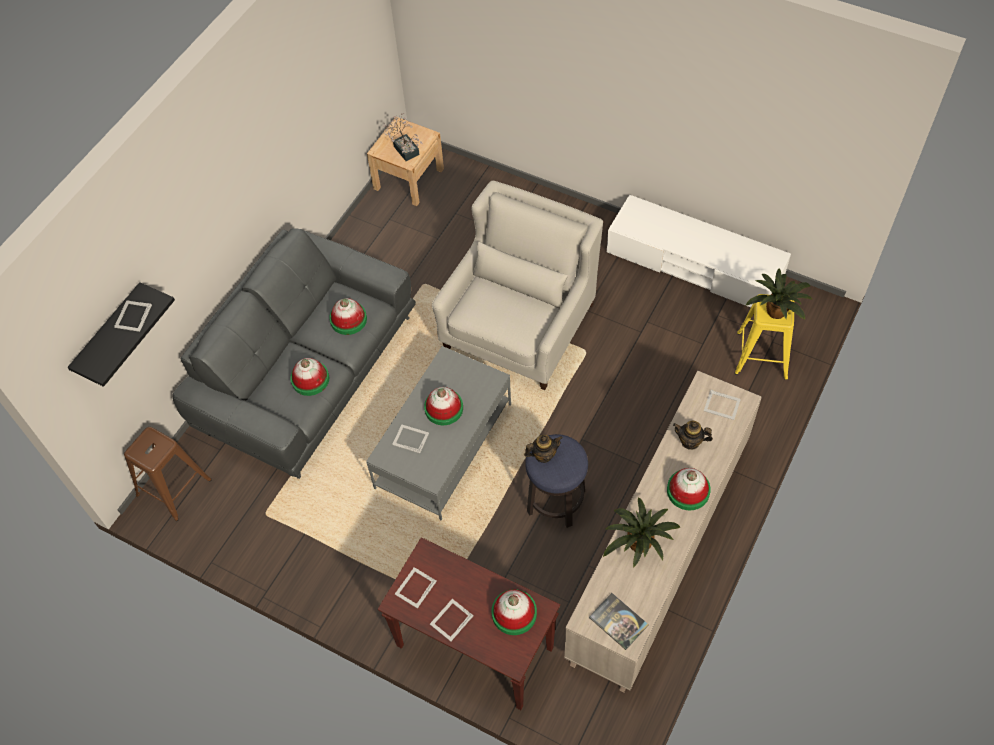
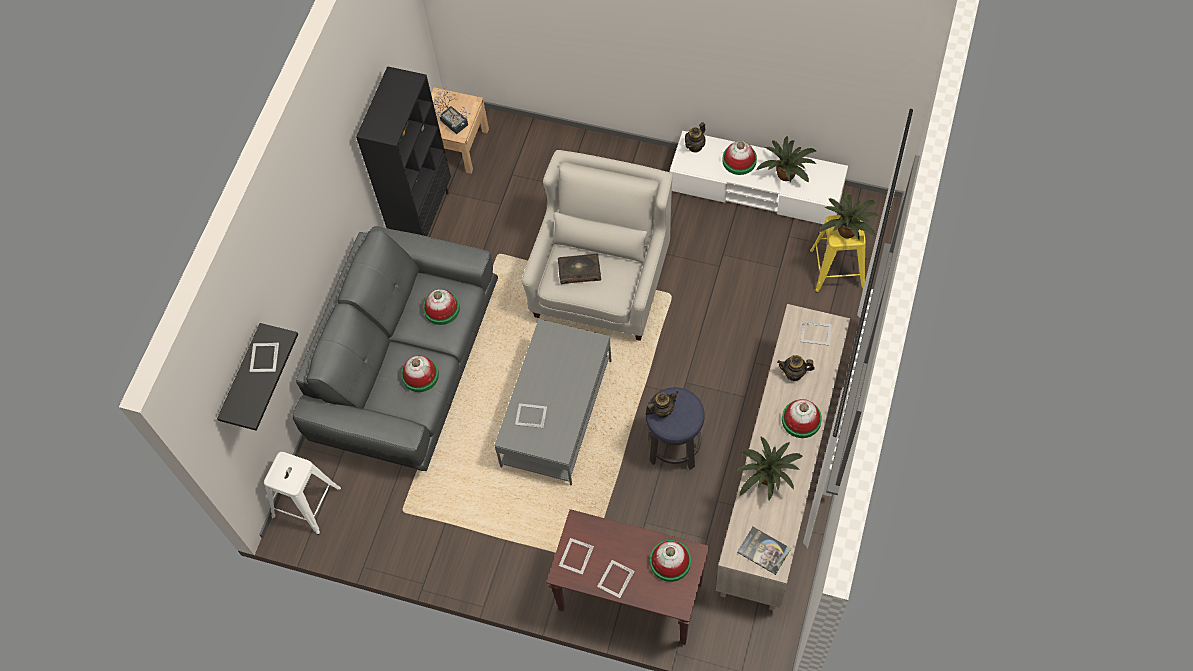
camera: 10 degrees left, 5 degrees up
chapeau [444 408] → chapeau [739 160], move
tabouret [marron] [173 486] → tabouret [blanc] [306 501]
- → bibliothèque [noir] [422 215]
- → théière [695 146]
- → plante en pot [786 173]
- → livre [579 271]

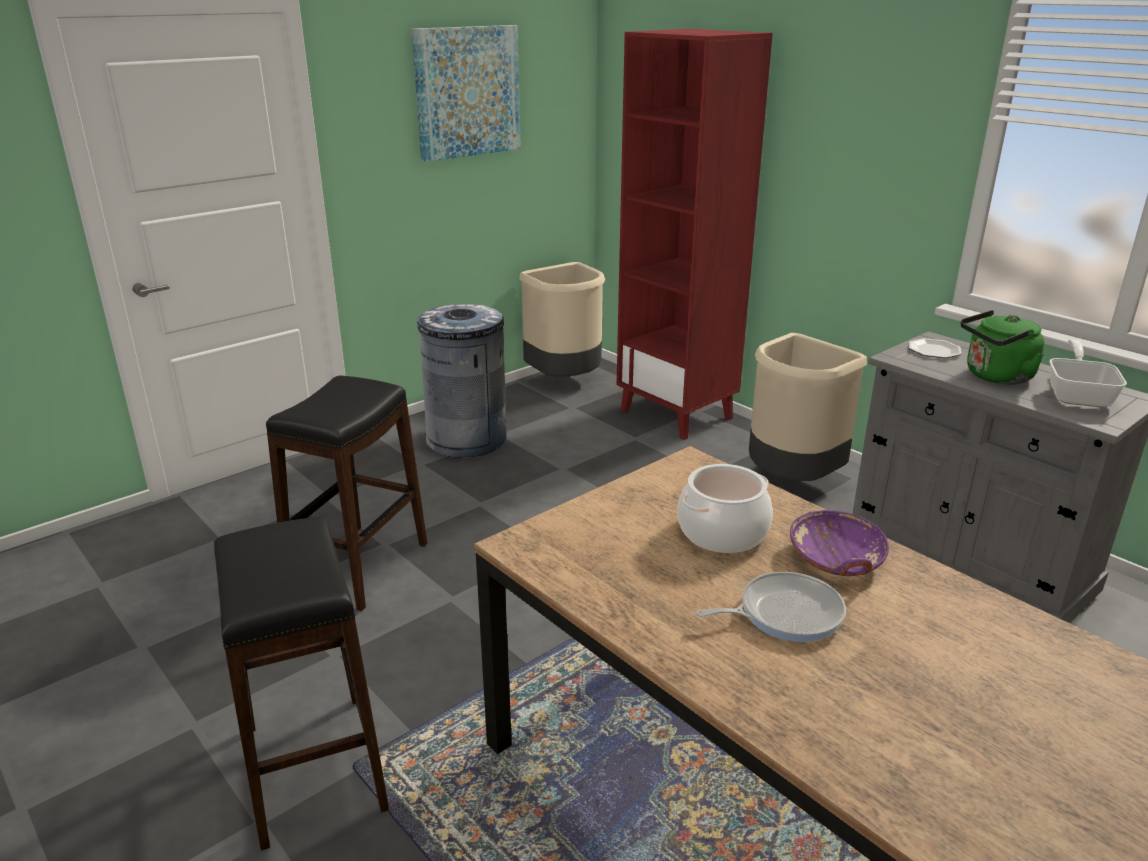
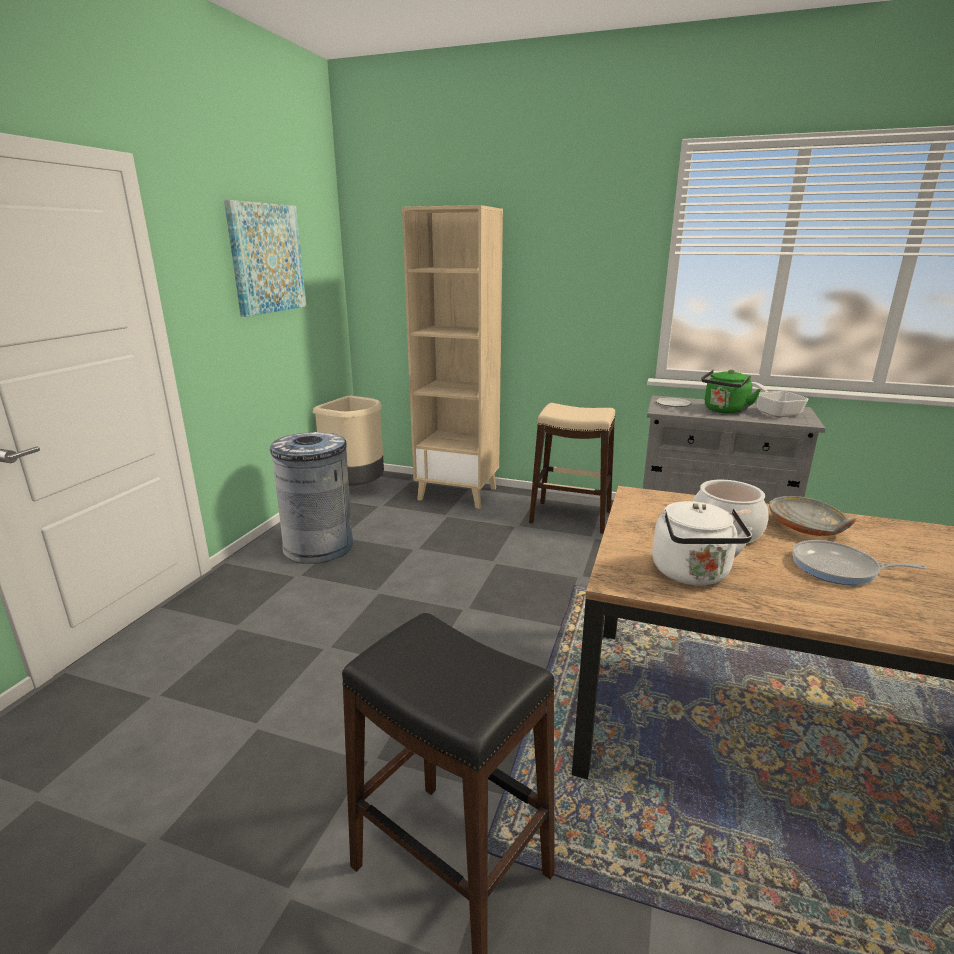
camera: 30 degrees left, 5 degrees down
bibliothèque [rouge] [677 414] → bibliothèque [beige] [458 493]
poubelle [beige] [791 480] → tabouret [beige] [571 517]
tabouret [noir] [359 566] → -
bol [violet] [836 559] → bol [gris] [806 527]
poêle [784 613] → poêle [839 568], 120 degrees counterclockwise
- → bouilloire [blanc] [693 574]

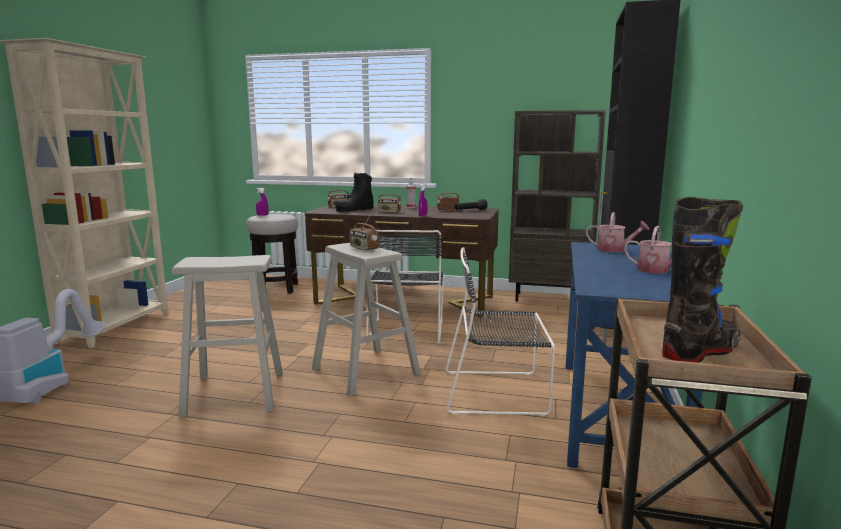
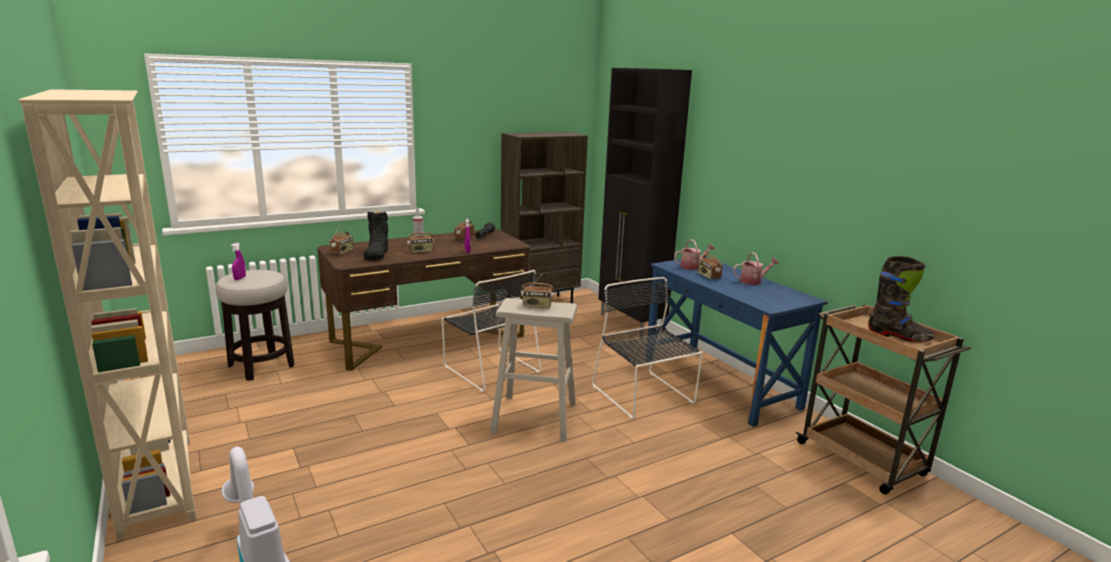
camera: 45 degrees left, 5 degrees up
botte [noir] [700 352] → botte [noir] [899 336], 105 degrees clockwise
chaise [noir] [498 392] → chaise [noir] [644 396], 105 degrees clockwise
tabouret [beige] [235 393] → -
- → radio [708 276]

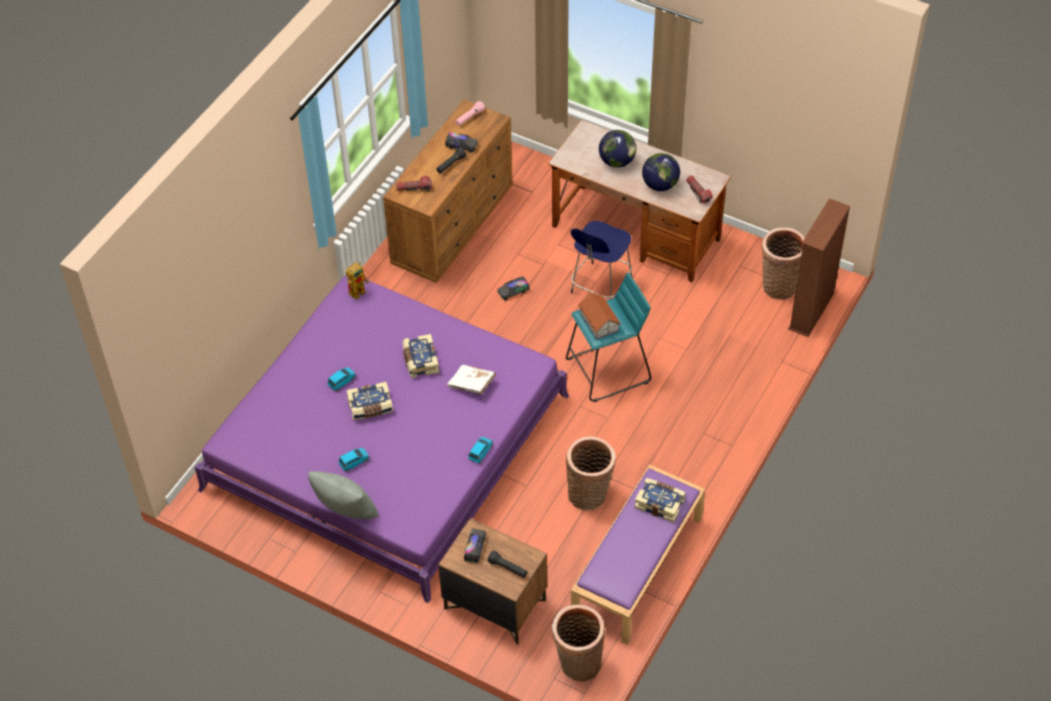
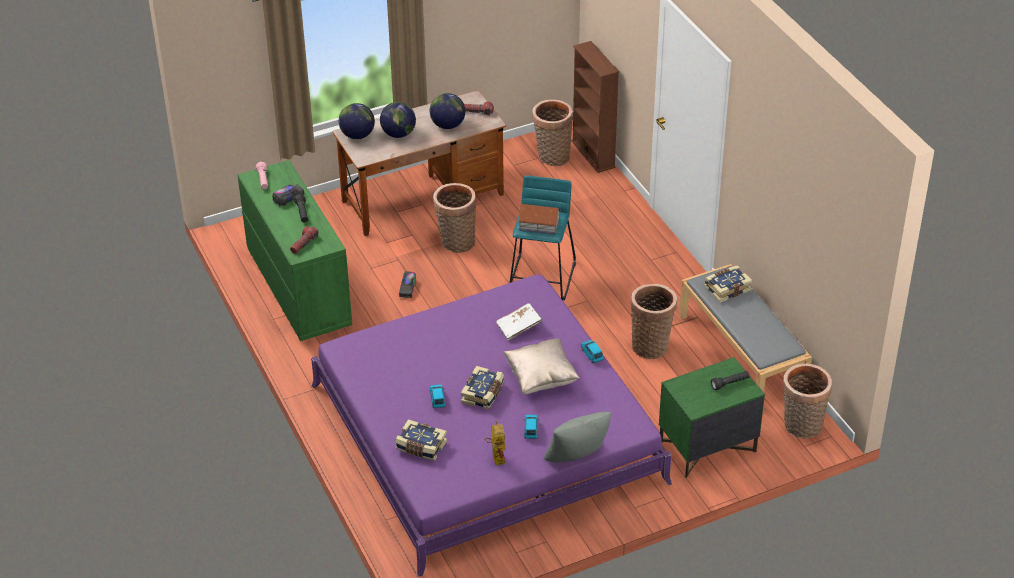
camera: 55 degrees left, 10 degrees down
commode [marron] [453 225] → commode [vert] [298 288]
tabouret [bleu] [600 287] → panier [456 242]
robot jouet [359 290] → robot jouet [496 456], move
livre [420 361] → livre [421 447], move
banc [violet] [637 568] → banc [gris] [742 353]
table de chevet [marron] [494 604] → table de chevet [vert] [707 447]
camion jouet [475 548] → -
- → globe [357 135]
- → coussin [beige] [541 378]

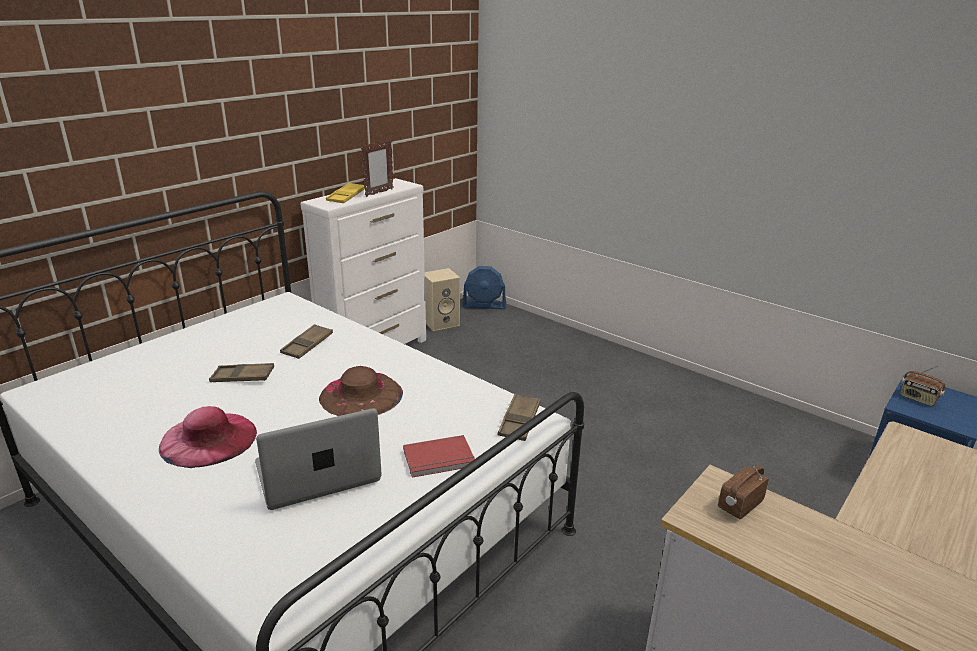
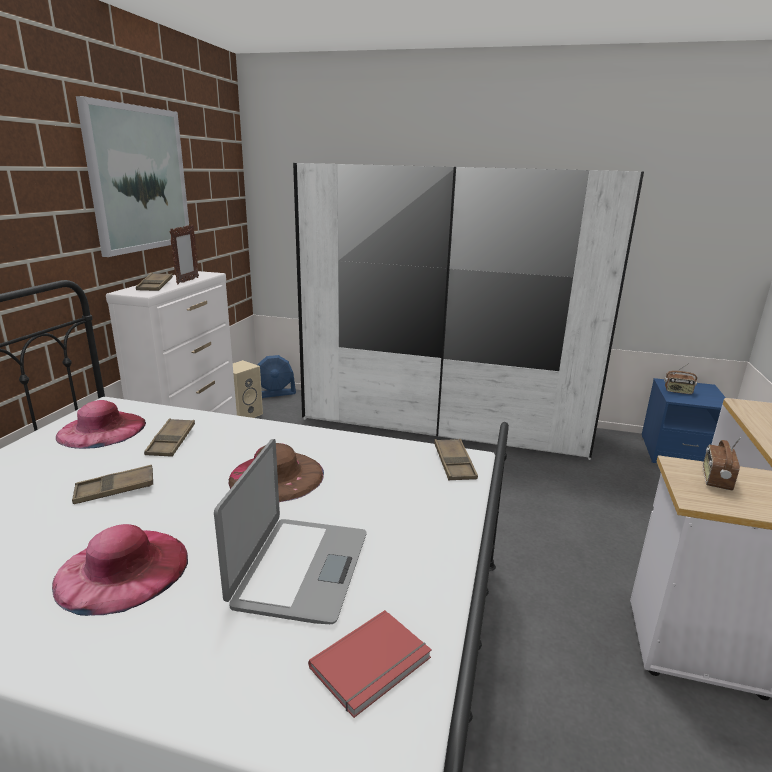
camera: 25 degrees left, 5 degrees down
plateau [jaune] [346 196] → plateau [marron] [155 286]
ordinateur portable [318 474] → ordinateur portable [300 569], 150 degrees clockwise
livre [rouge] [439 459] → livre [rouge] [373 664], move
- → tableau [139 179]
- → armoire [blanc] [445 424]
- → chapeau [rose] [101 429]

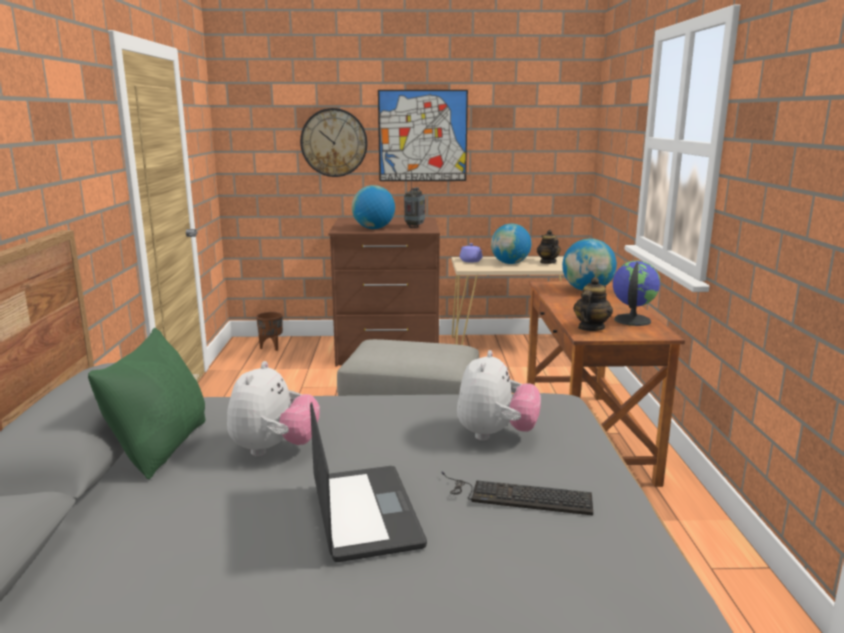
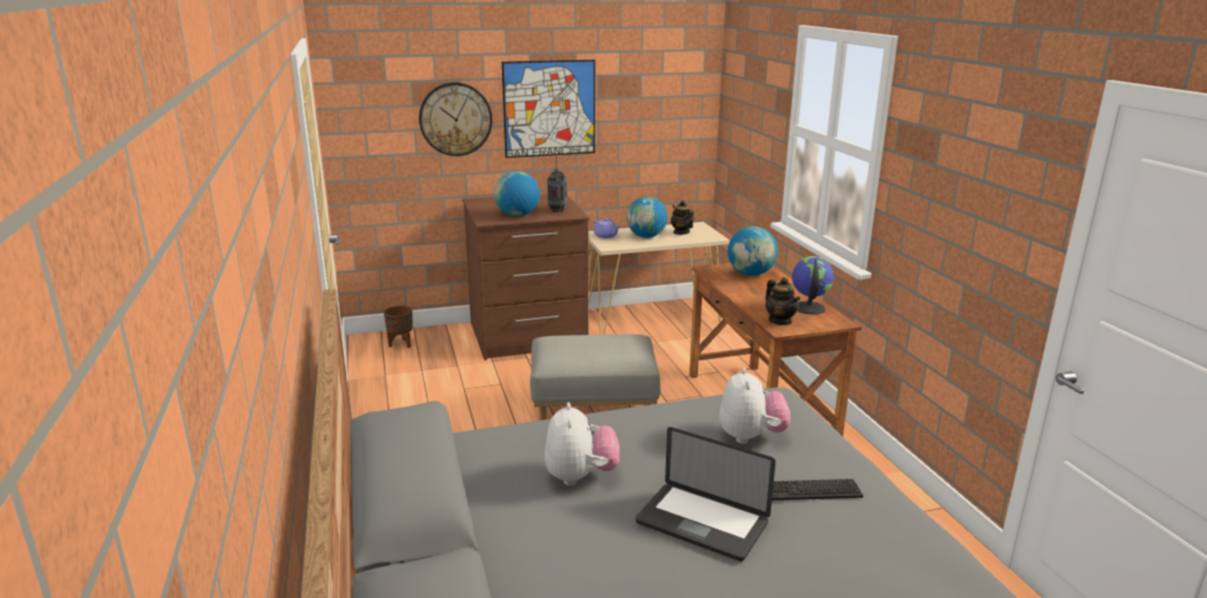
camera: 15 degrees left, 5 degrees up
théière [590 328] → théière [780 321], 135 degrees clockwise
coussin [vert] [161 447] → -
ordinateur portable [365 513] → ordinateur portable [702 523], 150 degrees clockwise

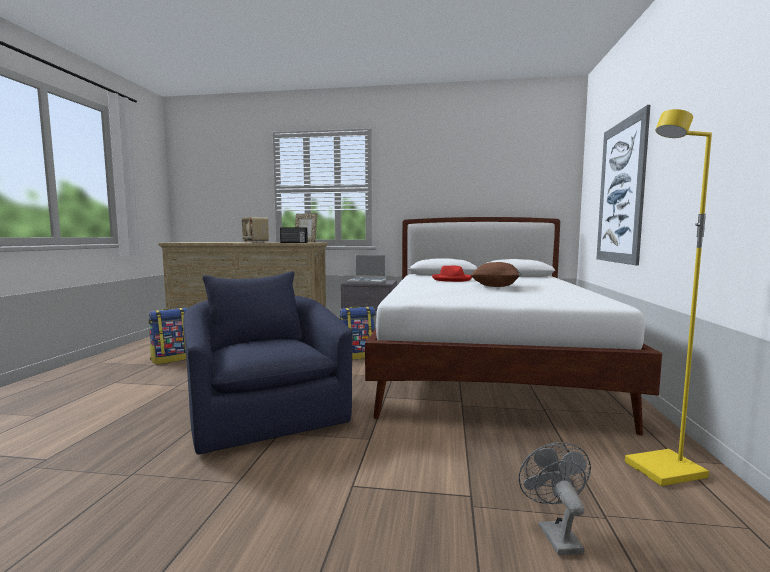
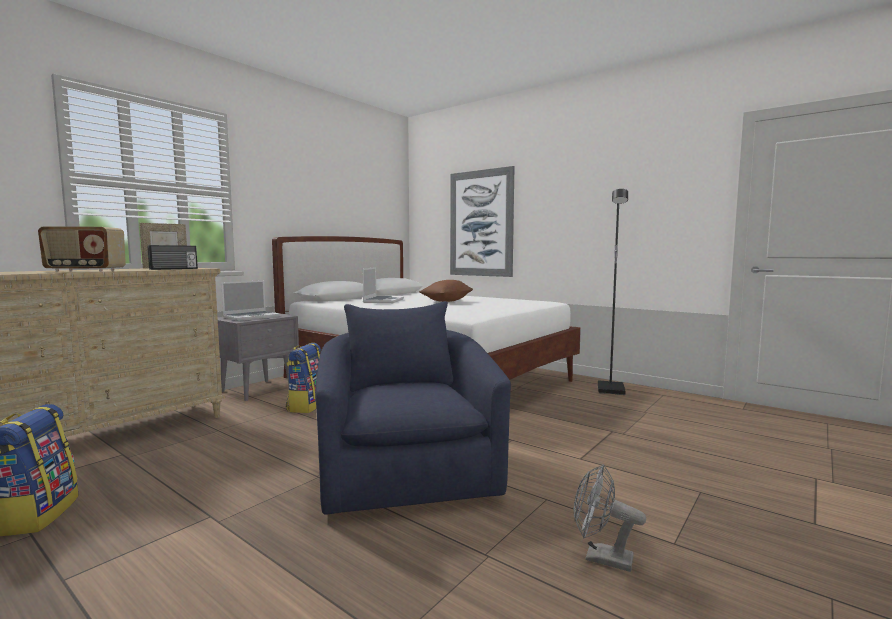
camera: 60 degrees left, 0 degrees up
lampadaire [jaune] [665 471] → lampadaire [noir] [612 390]
chapeau [rouge] [452 279] → ordinateur portable [383 301]
fauteuil [bleu] [265 413] → fauteuil [bleu] [407 470], 75 degrees clockwise
ventilateur [gris] [555 534] → ventilateur [gris] [601 558], move

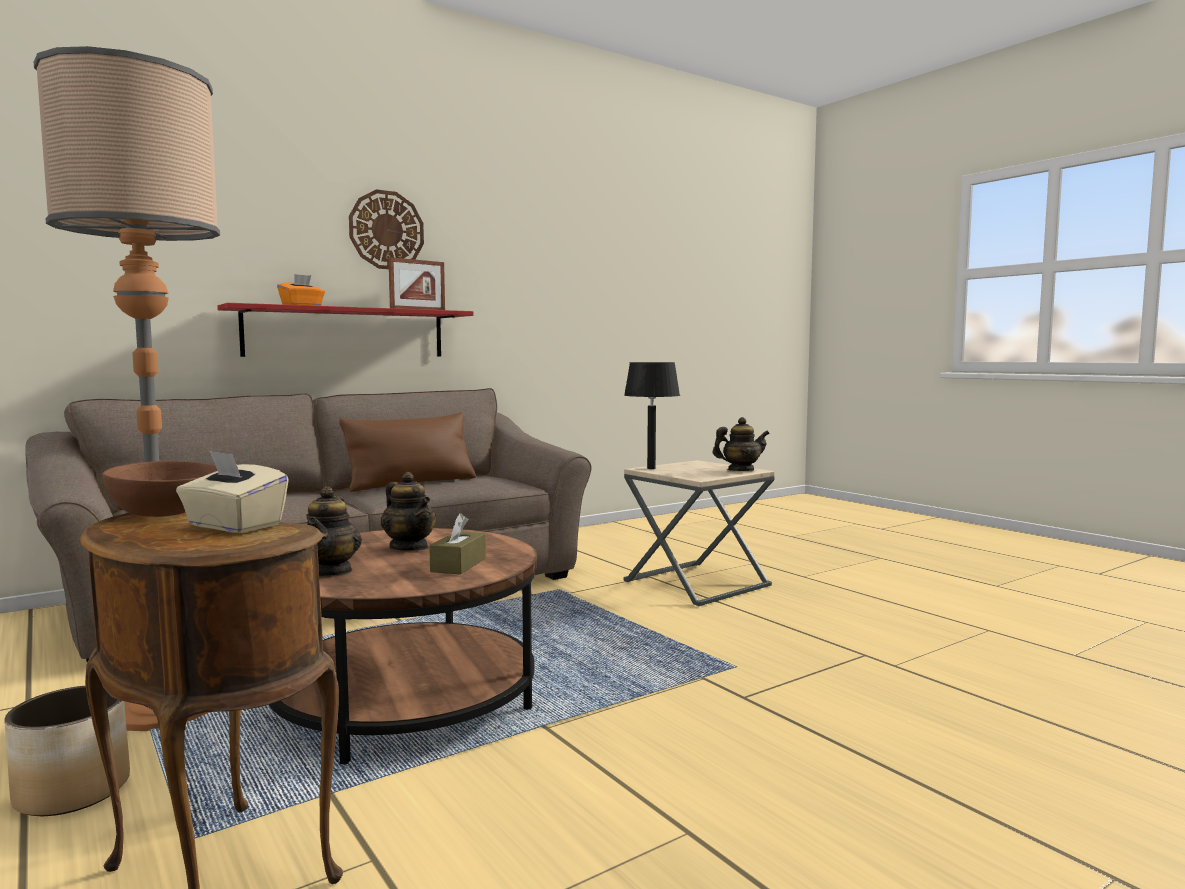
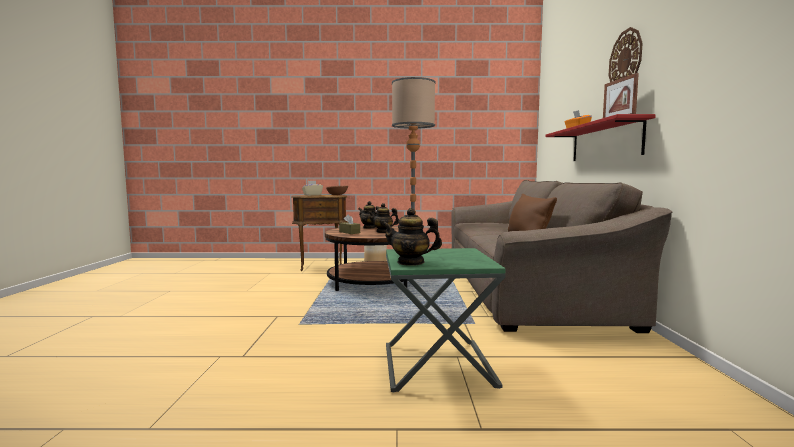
camera: 125 degrees right, 0 degrees up
lampe de table [noir] [651 468] → -
théière [740 470] → théière [411 262], 75 degrees clockwise
table d'appoint [beige] [696 584] → table d'appoint [vert] [437 365]

